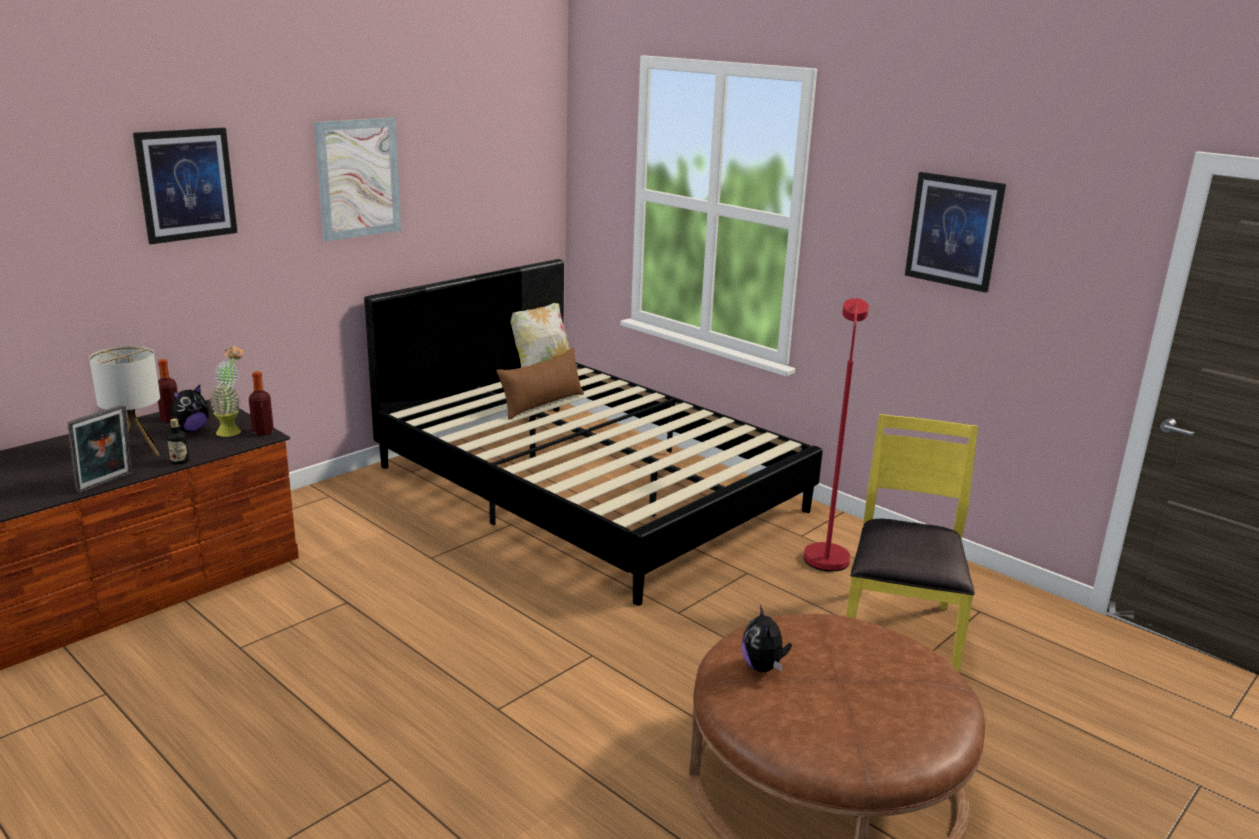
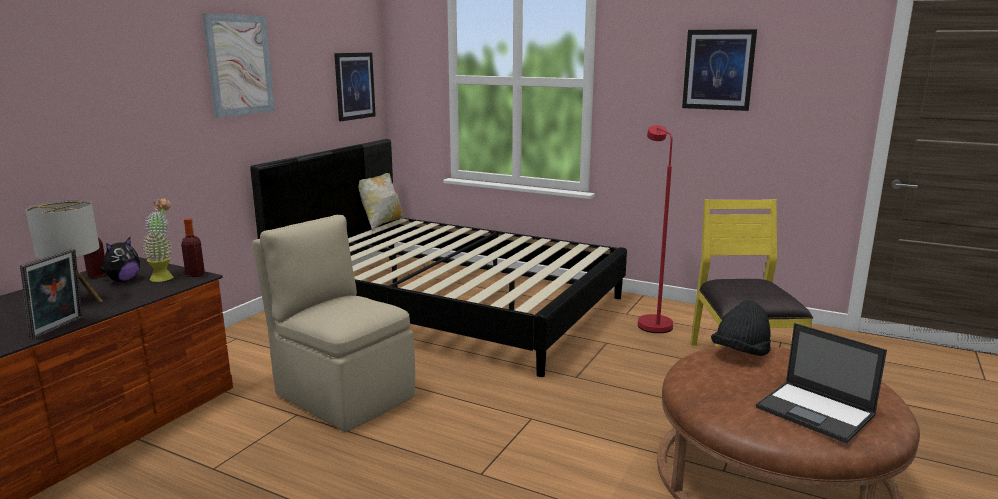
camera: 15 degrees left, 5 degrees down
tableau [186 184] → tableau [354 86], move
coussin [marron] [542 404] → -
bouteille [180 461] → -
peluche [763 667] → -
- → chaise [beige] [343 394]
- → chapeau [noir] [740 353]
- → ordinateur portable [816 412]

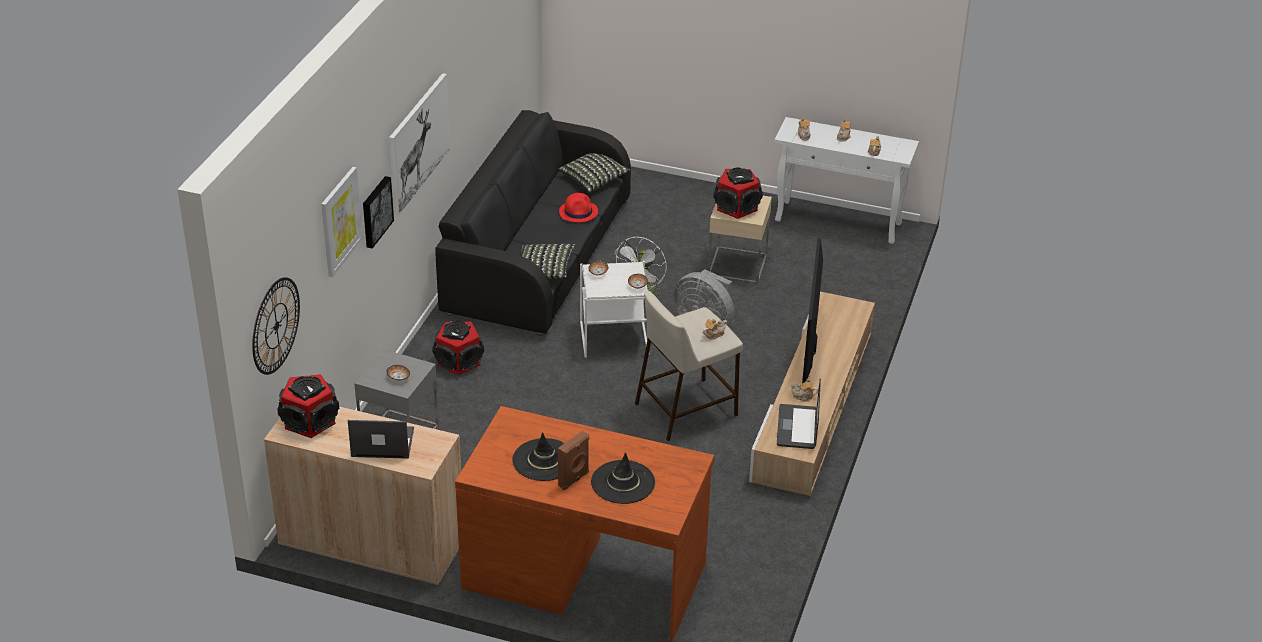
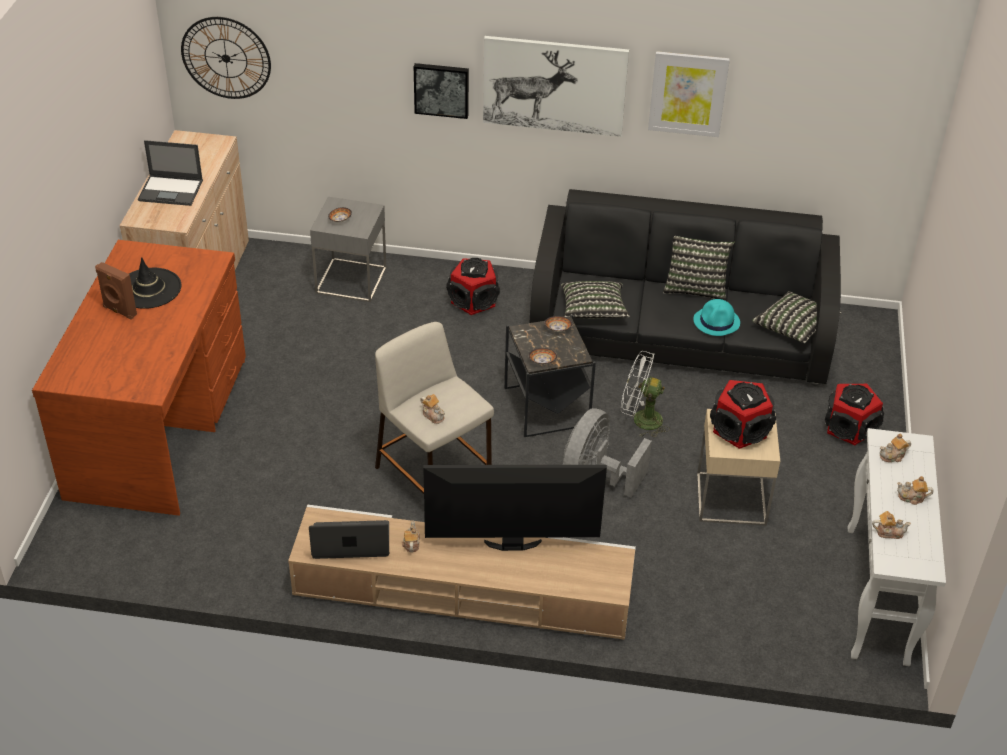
camera: 80 degrees right, 5 degrees up
tableau [340 221] → tableau [688 93], move
chapeau [rouge] [578 212] → chapeau [turquoise] [717 322]
table d'appoint [blanc] [613 338] → table d'appoint [noir] [547 406]
enceinte [310 421] → enceinte [850 428], move
ordinateur portable [381 442] → ordinateur portable [171 190], 105 degrees clockwise
chapeau [noir] [623 482] → -
- → coussin [695 288]

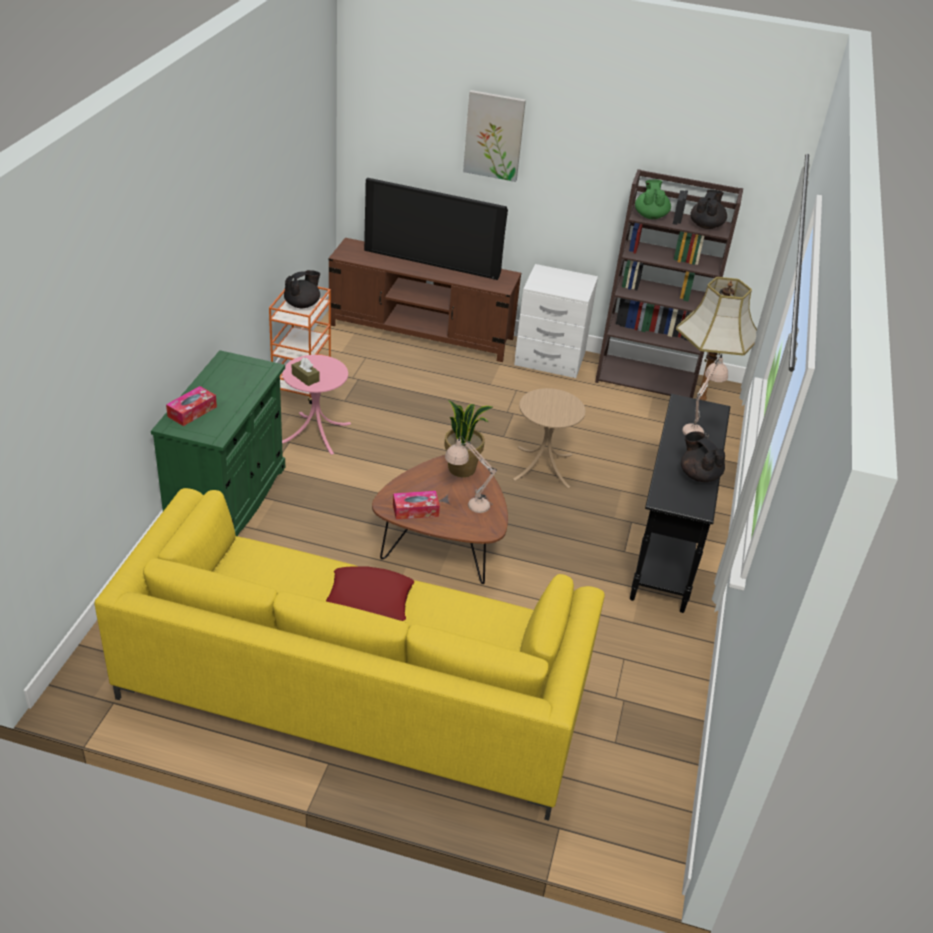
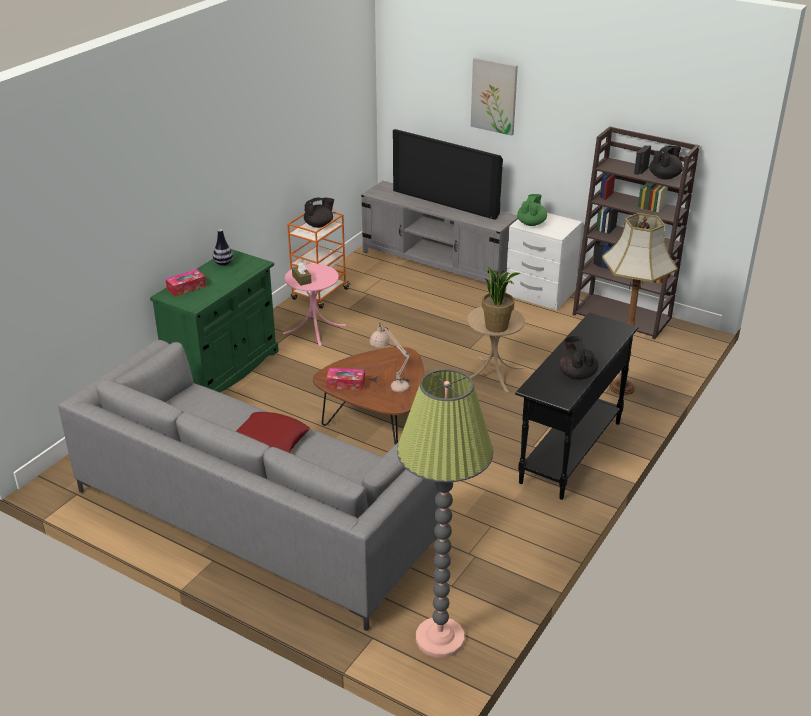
camera: 20 degrees right, 5 degrees down
théière [vert] [650 216] → théière [vert] [531 223], move
meuble télé [marron] [422 332] → meuble télé [gris] [438 263]
lampe de table [beige] [699 426] → -
plante en pot [462 468] → plante en pot [497 326], move
canapé [jaune] [355 691] → canapé [gris] [257 514]
- → vase [223 263]
- → lampadaire [440 638]

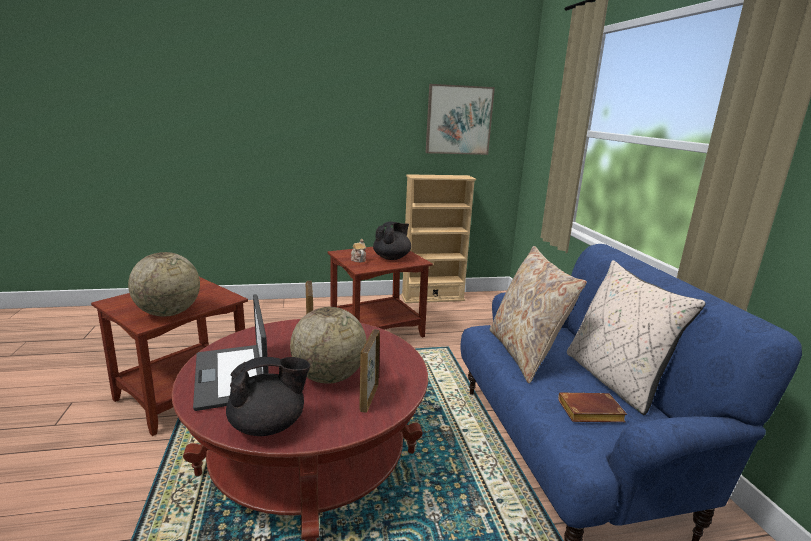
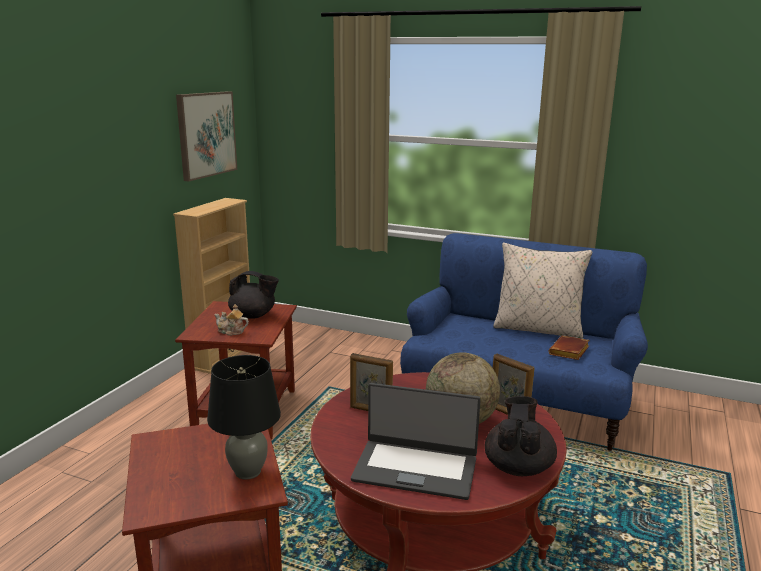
camera: 55 degrees left, 0 degrees up
théière [noir] [392 258] → théière [noir] [253 316], 120 degrees clockwise
coussin [beige] [525 353] → -
globe [168 313] → lampe de table [noir] [248 471]

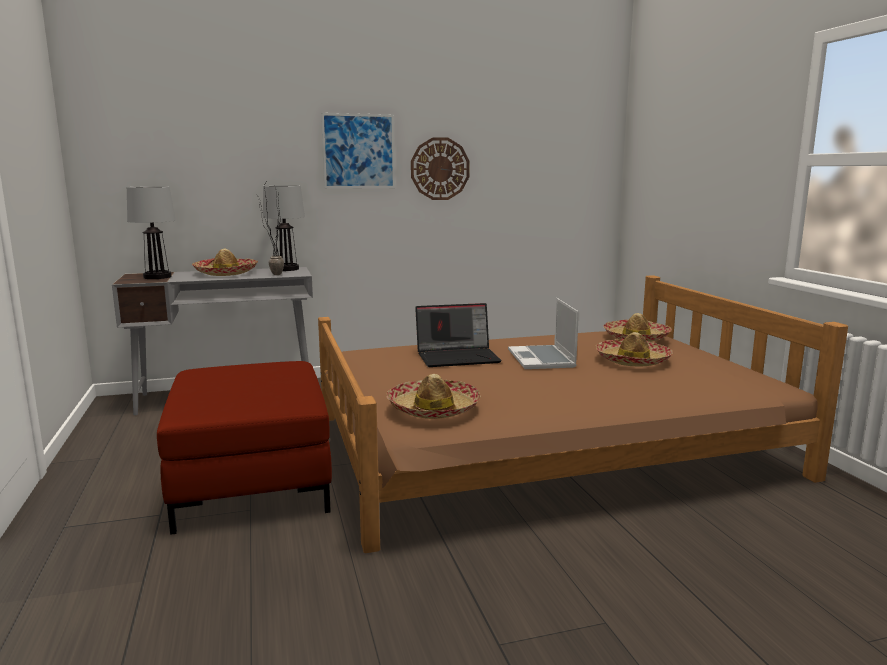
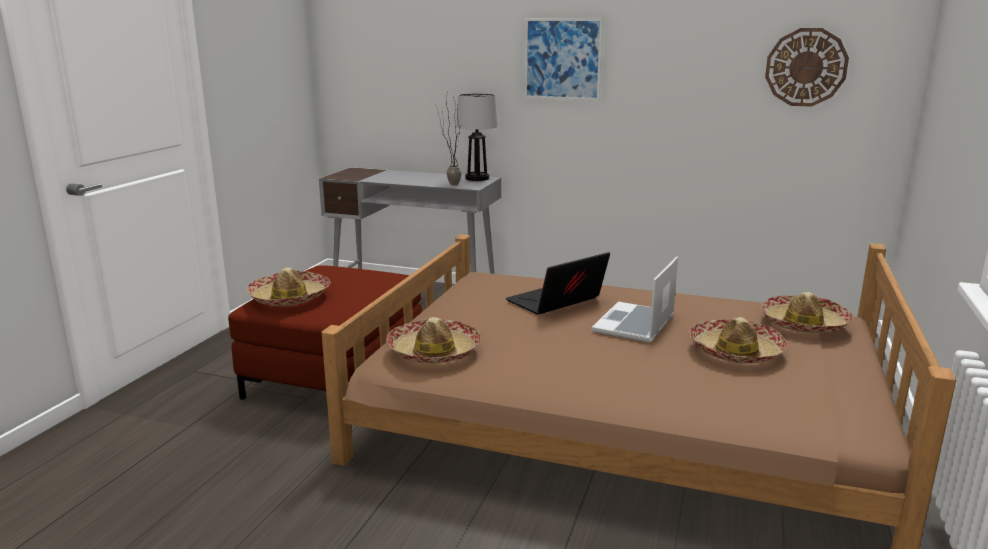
camera: 35 degrees right, 5 degrees up
horloge murale [440 169] → horloge murale [806 67], move
lampe de table [158 277] → -
chapeau [226 273] → chapeau [289 297], move
ordinateur portable [458 357] → ordinateur portable [556 302], 120 degrees clockwise

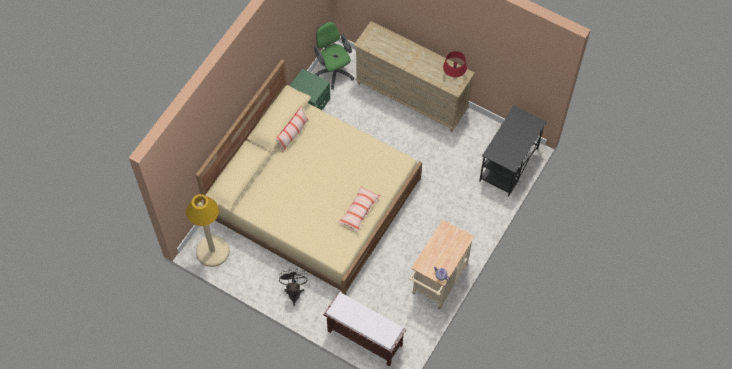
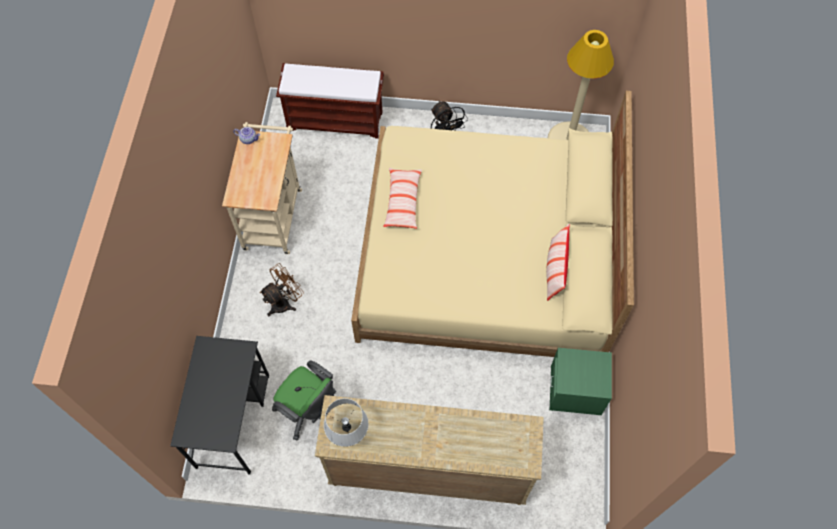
camera: 155 degrees right, 0 degrees up
chaise de bureau [vert] [334 70] → chaise de bureau [vert] [310 411], move
lampe de table [rouge] [454 75] → lampe de table [gris] [348 433]
- → ventilateur [marron] [284 302]

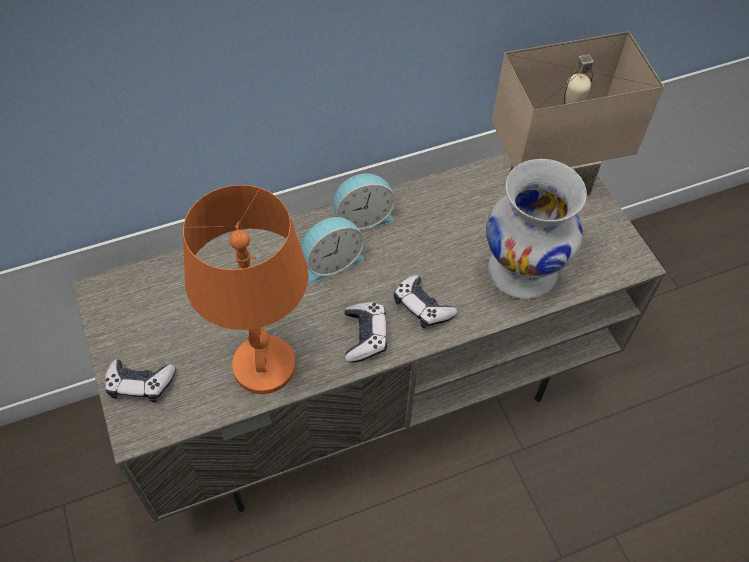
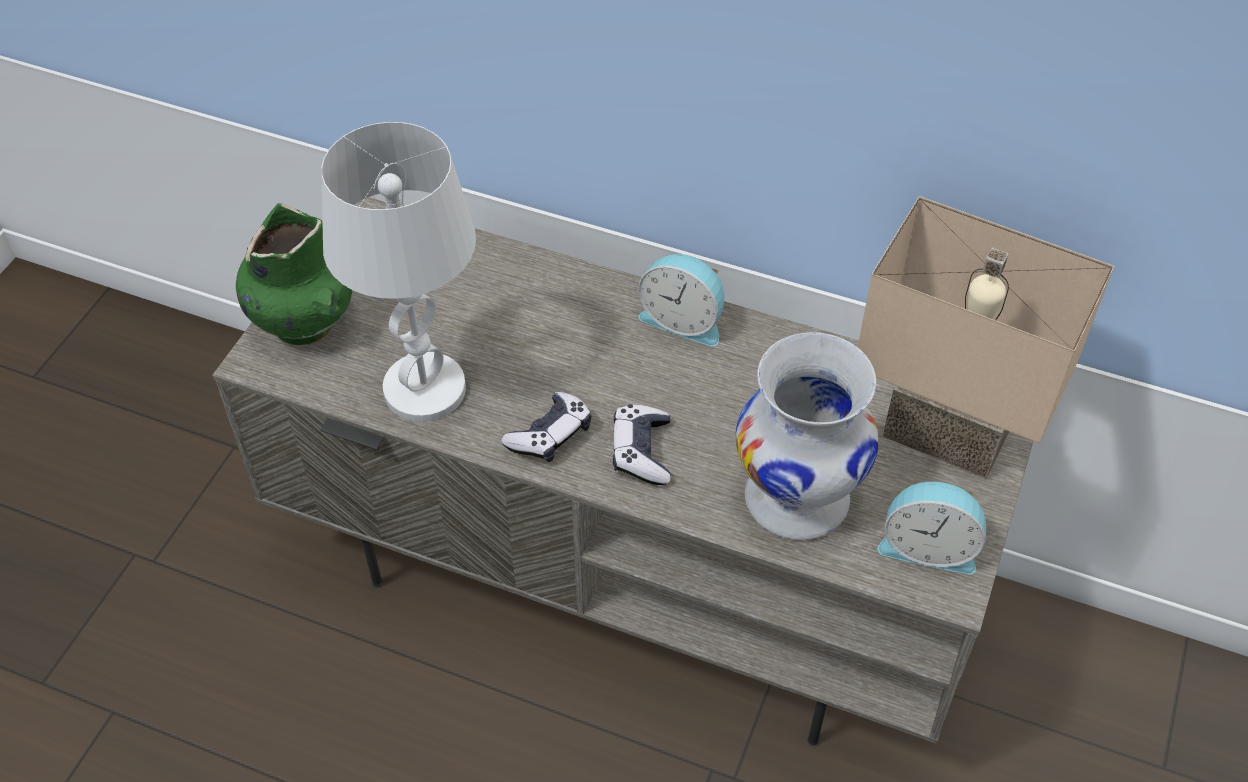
camera: 45 degrees right, 5 degrees down
lampe de table [orange] [263 365] → lampe de table [blanc] [425 388]
réveil [330 262] → réveil [928 546], move
manette [140 384] → vase [vert] [303 323]

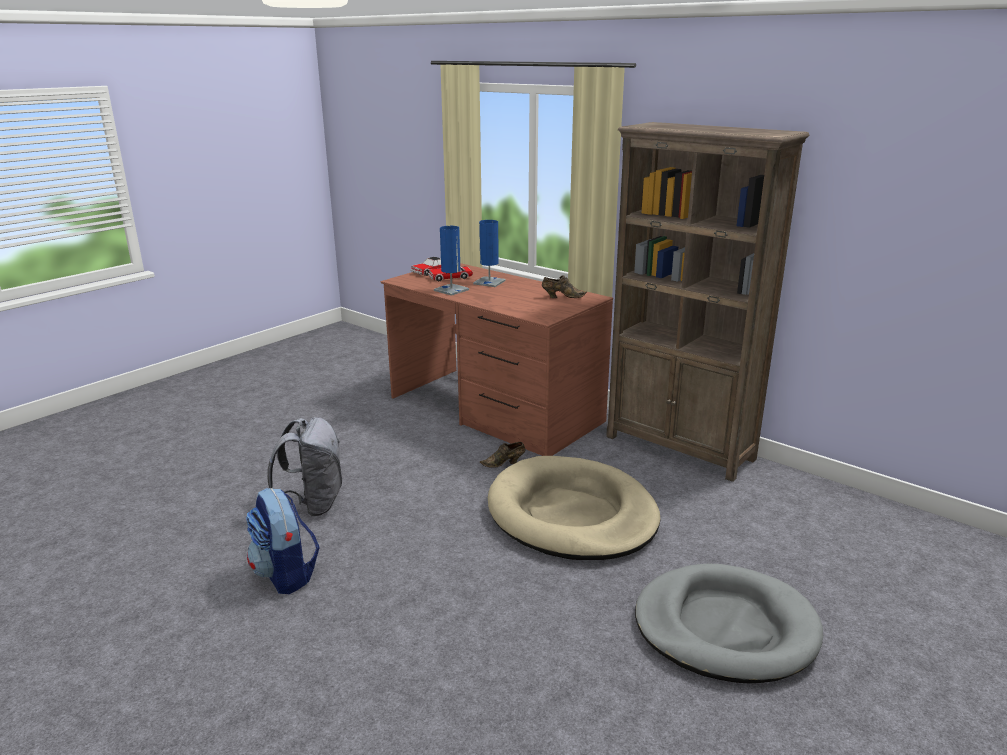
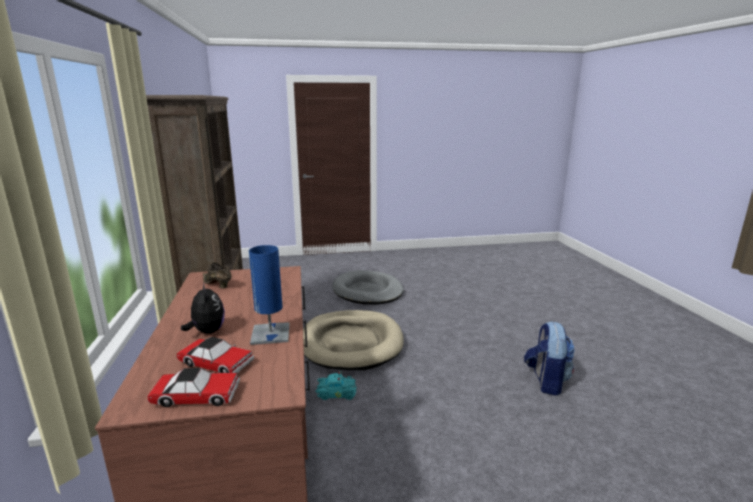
camera: 140 degrees left, 5 degrees down
lampe de table [bleu] [489 282] → peluche [207 331]
sac à dos [gris] [313 504] → -
chaussure [marron] [504 463] → petite voiture [turquoise] [335 392]

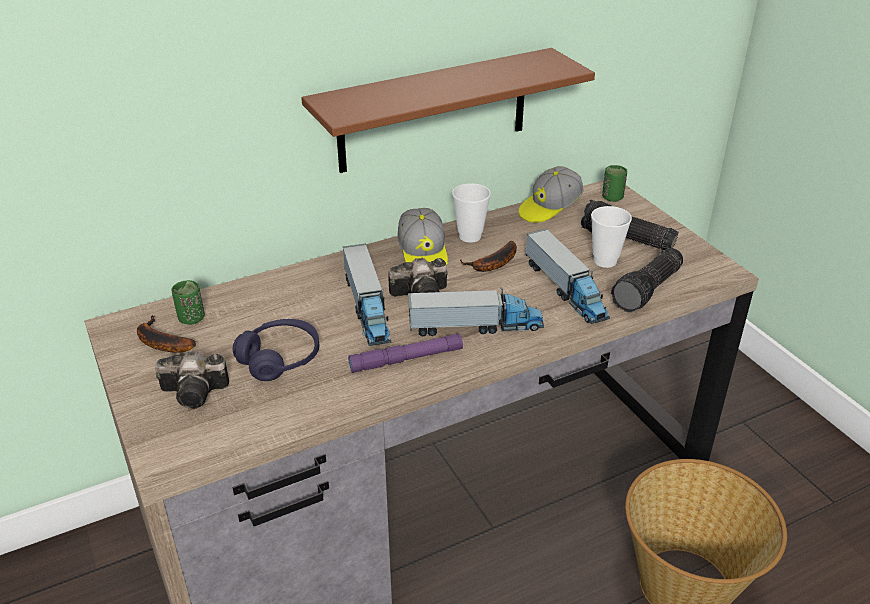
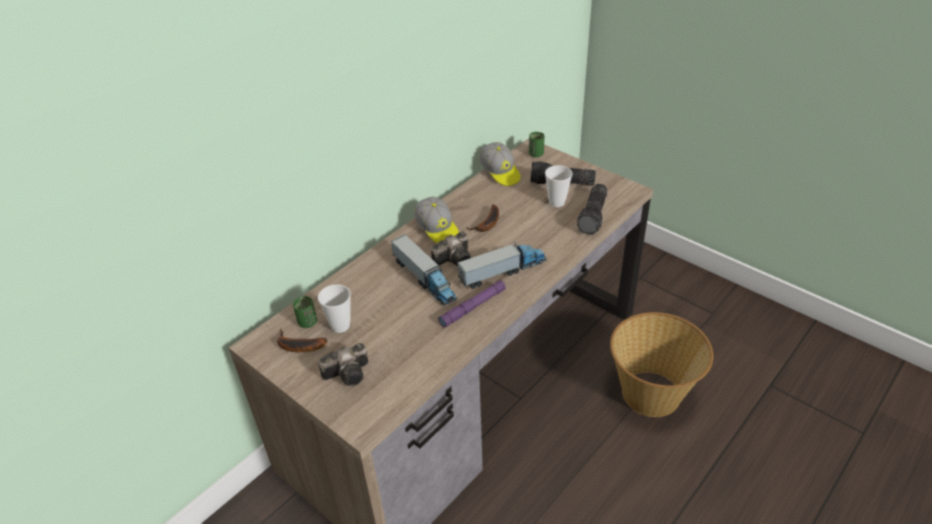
camera: 20 degrees left, 5 degrees up
étagère [marron] [433 111] → -
casquette [549 208] → casquette [500 172], 60 degrees counterclockwise
tasse [470 236] → tasse [340 326], move
camion jouet [565 289] → -
casque audio [violet] [280 359] → -

